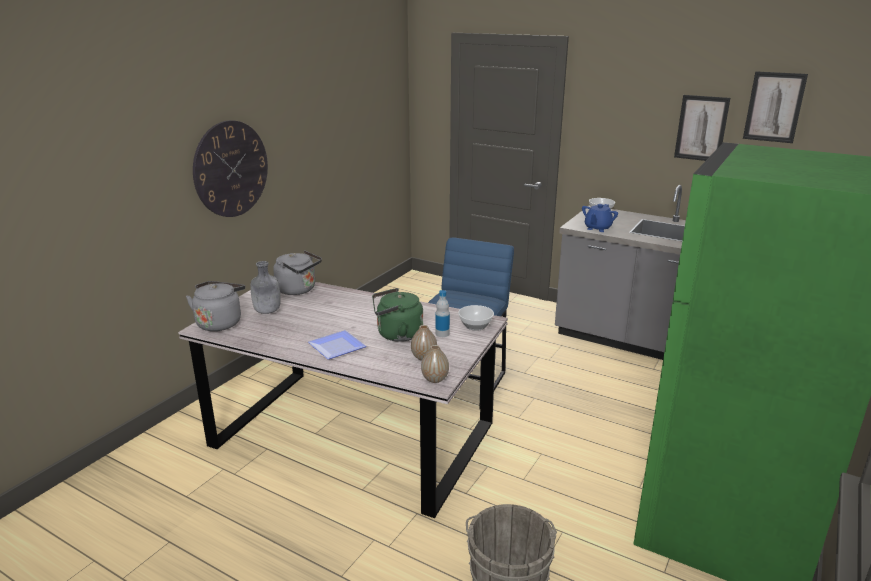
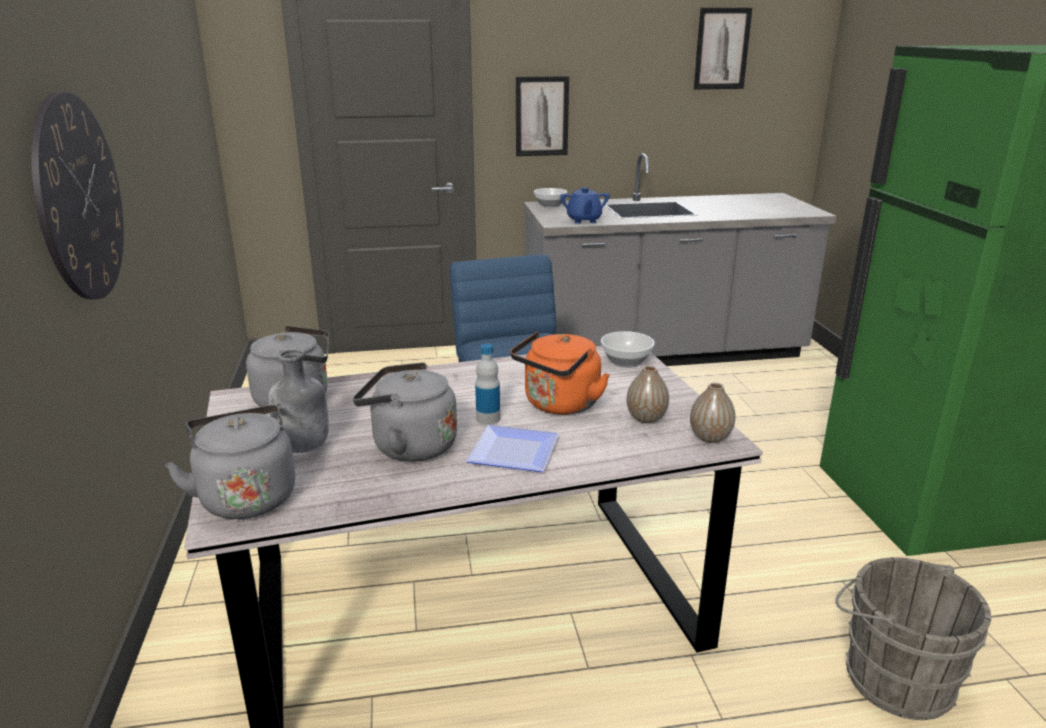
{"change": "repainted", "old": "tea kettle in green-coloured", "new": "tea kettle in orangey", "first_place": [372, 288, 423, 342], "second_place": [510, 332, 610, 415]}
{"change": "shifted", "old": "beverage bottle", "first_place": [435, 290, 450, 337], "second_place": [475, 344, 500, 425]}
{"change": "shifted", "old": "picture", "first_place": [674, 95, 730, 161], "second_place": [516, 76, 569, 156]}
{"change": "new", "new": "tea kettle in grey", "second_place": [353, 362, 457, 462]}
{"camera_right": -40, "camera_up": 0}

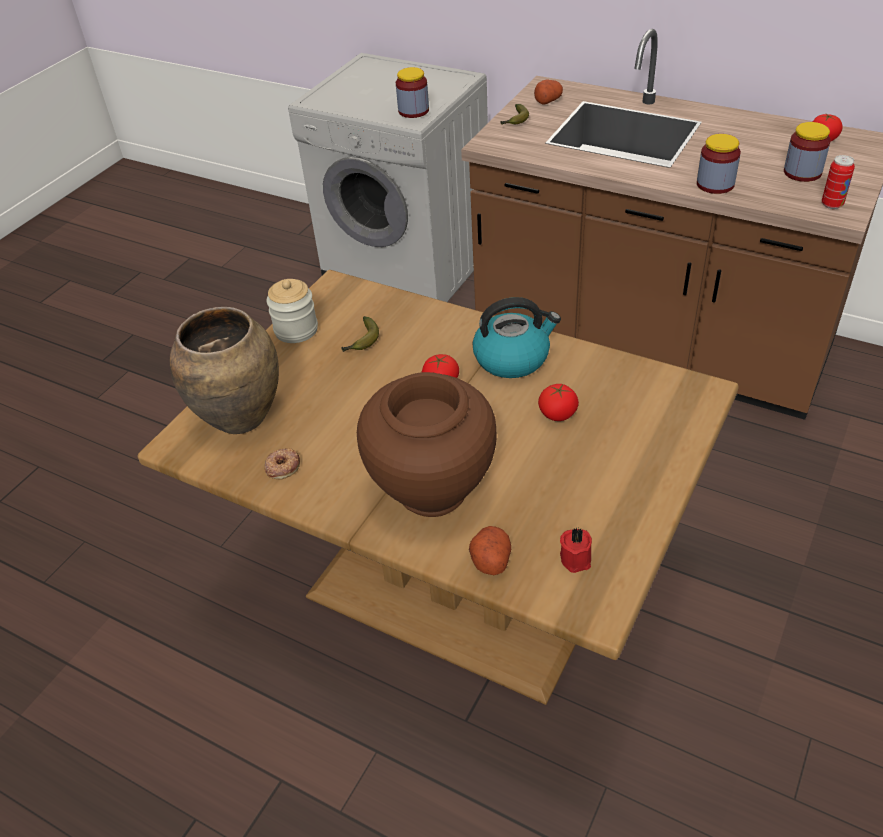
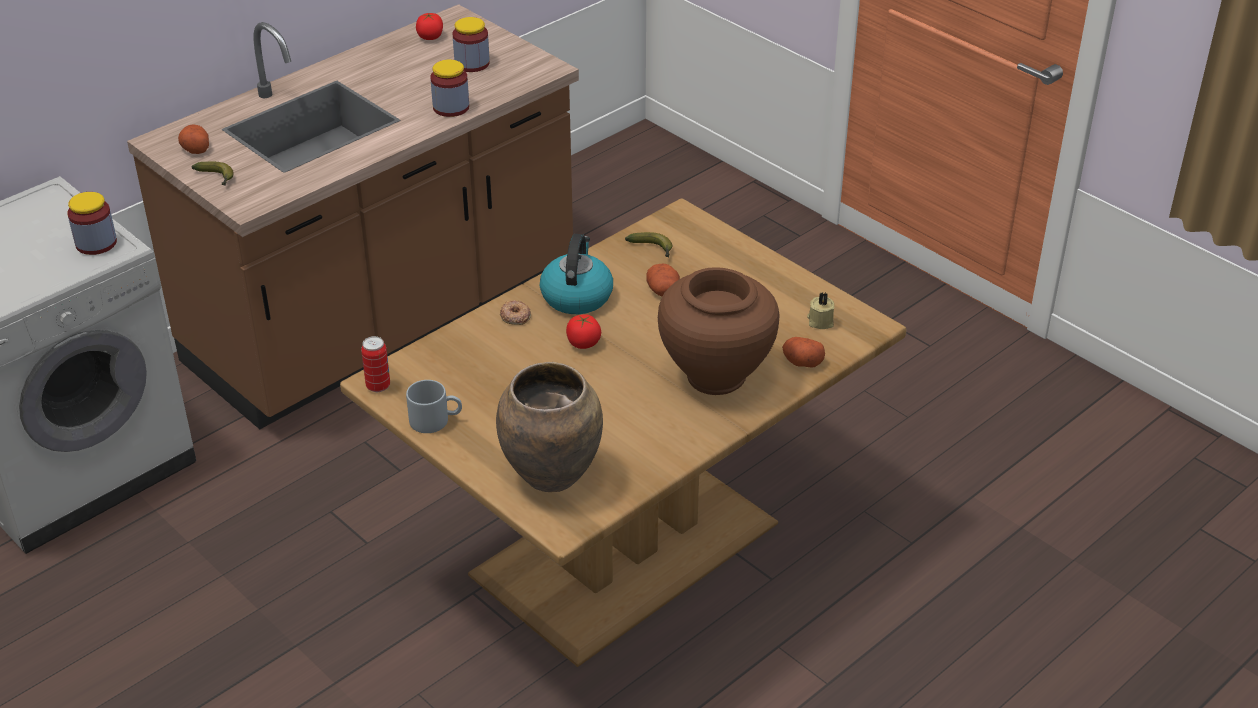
{"change": "shifted", "old": "ring doughnut", "first_place": [264, 448, 300, 479], "second_place": [500, 300, 531, 325]}
{"change": "swapped", "old": "preserve jar", "new": "tea mug in grey", "first_place": [267, 279, 318, 343], "second_place": [406, 380, 462, 433]}
{"change": "shifted", "old": "banana fruit", "first_place": [341, 316, 379, 352], "second_place": [625, 232, 672, 257]}
{"change": "swapped", "old": "tomato", "new": "whole potato", "first_place": [538, 384, 579, 421], "second_place": [646, 264, 680, 296]}
{"change": "repainted", "old": "wax candle in red", "new": "wax candle in sand-coloured", "first_place": [560, 528, 592, 573], "second_place": [807, 293, 834, 329]}
{"change": "shifted", "old": "can", "first_place": [822, 155, 855, 209], "second_place": [361, 336, 390, 392]}
{"camera_right": -75, "camera_up": -5}

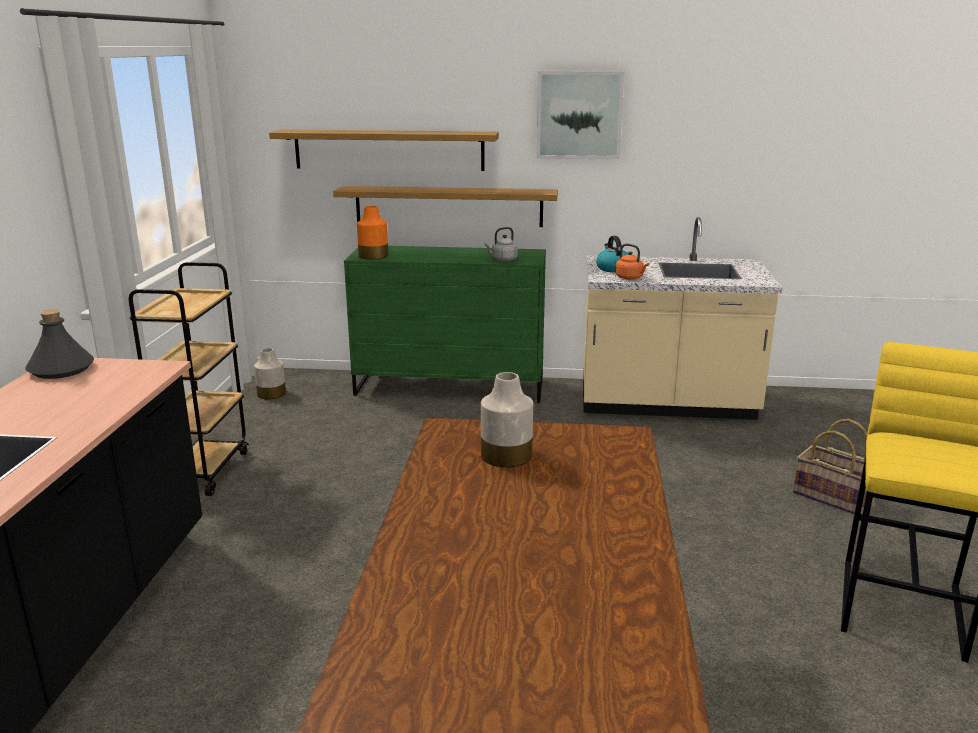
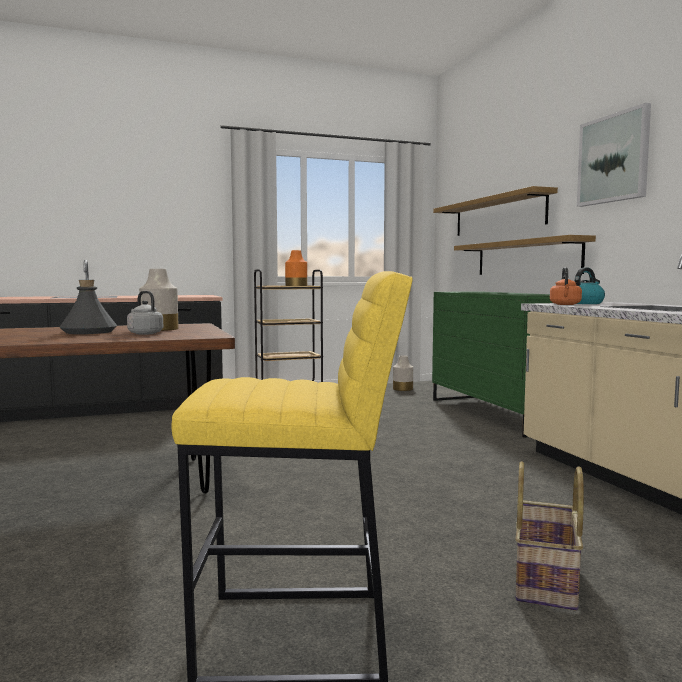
{"change": "shifted", "old": "beverage bottle in grey", "first_place": [25, 310, 94, 379], "second_place": [59, 280, 117, 334]}
{"change": "shifted", "old": "flower vase in orangey", "first_place": [357, 206, 388, 259], "second_place": [285, 250, 307, 286]}
{"change": "shifted", "old": "tea kettle in grey", "first_place": [484, 227, 518, 262], "second_place": [127, 291, 163, 335]}
{"camera_right": 65, "camera_up": -15}

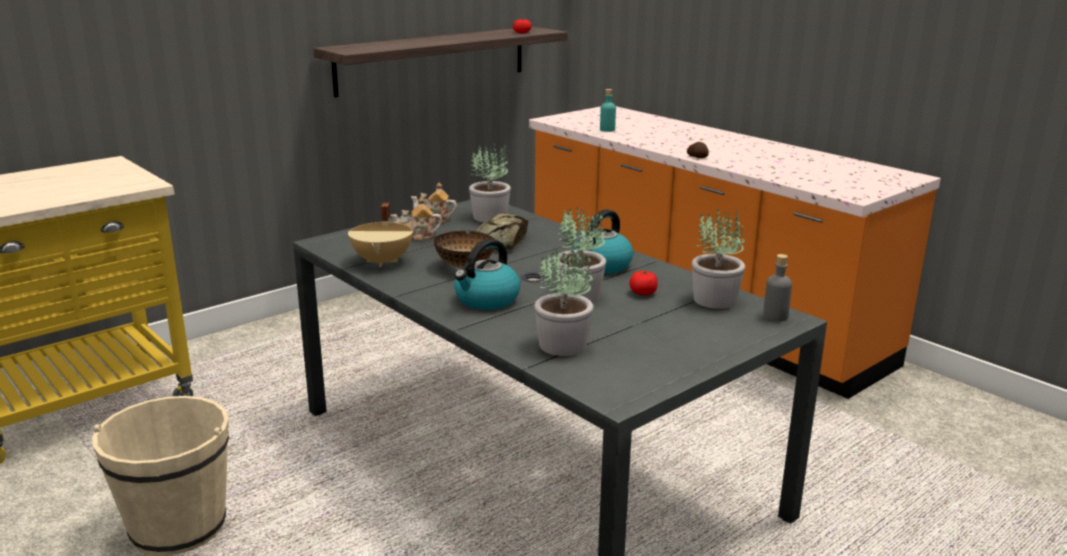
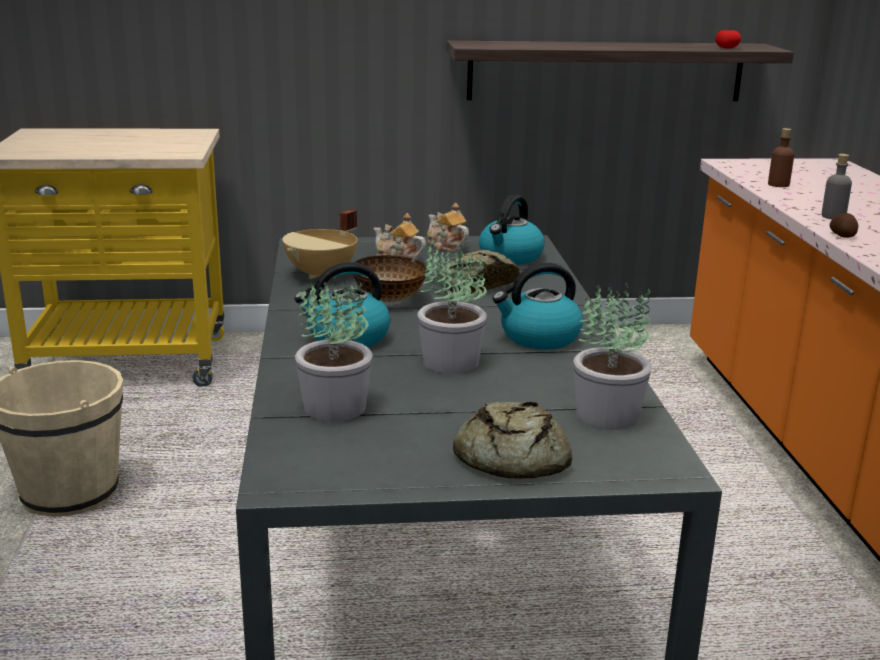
{"change": "swapped", "old": "plant in a pot", "new": "tea kettle", "first_place": [469, 144, 511, 222], "second_place": [479, 195, 545, 265]}
{"change": "repainted", "old": "beverage bottle in turquoise-coloured", "new": "beverage bottle in brown-coloured", "first_place": [600, 89, 616, 132], "second_place": [768, 128, 794, 187]}
{"change": "gone", "old": "tomato", "first_place": [629, 271, 658, 295]}
{"change": "shifted", "old": "beverage bottle in grey", "first_place": [763, 254, 792, 322], "second_place": [821, 154, 852, 219]}
{"change": "new", "new": "bread", "second_place": [453, 401, 572, 478]}
{"camera_right": 35, "camera_up": 0}

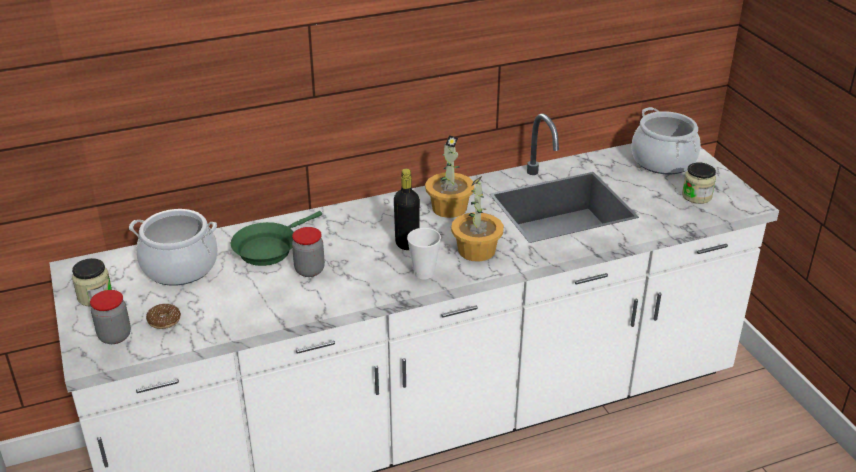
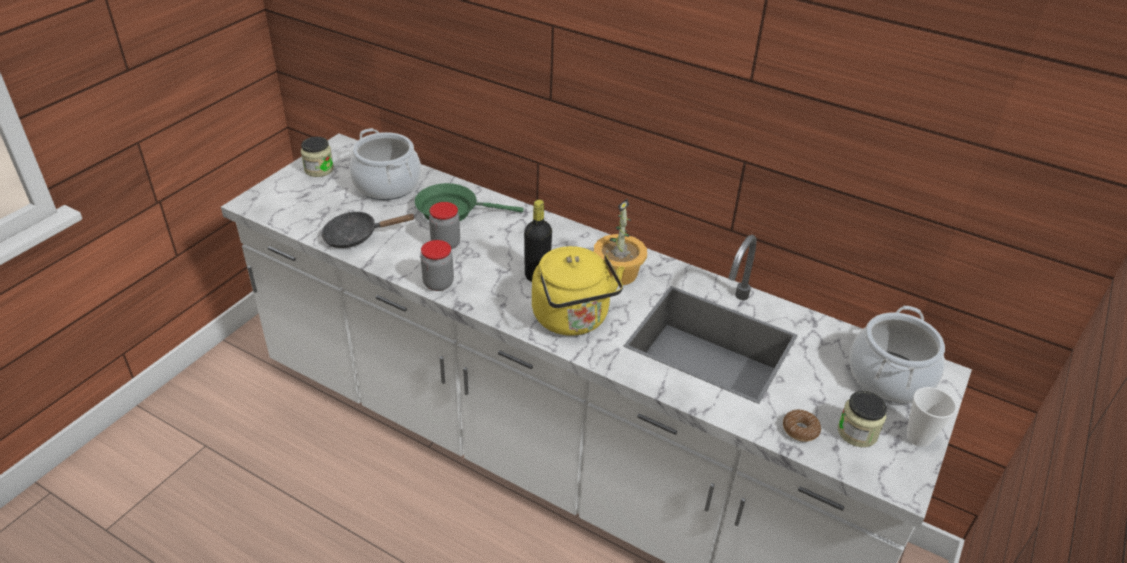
{"change": "shifted", "old": "preserve jar", "first_place": [90, 290, 131, 344], "second_place": [421, 240, 454, 291]}
{"change": "shifted", "old": "ring doughnut", "first_place": [146, 304, 181, 329], "second_place": [783, 410, 821, 442]}
{"change": "shifted", "old": "cup", "first_place": [407, 228, 441, 279], "second_place": [907, 387, 956, 447]}
{"change": "swapped", "old": "plant in a pot", "new": "tea kettle in yellowish", "first_place": [451, 176, 504, 262], "second_place": [532, 246, 625, 336]}
{"change": "new", "new": "frying pan in black", "second_place": [321, 212, 416, 248]}
{"camera_right": 50, "camera_up": 5}

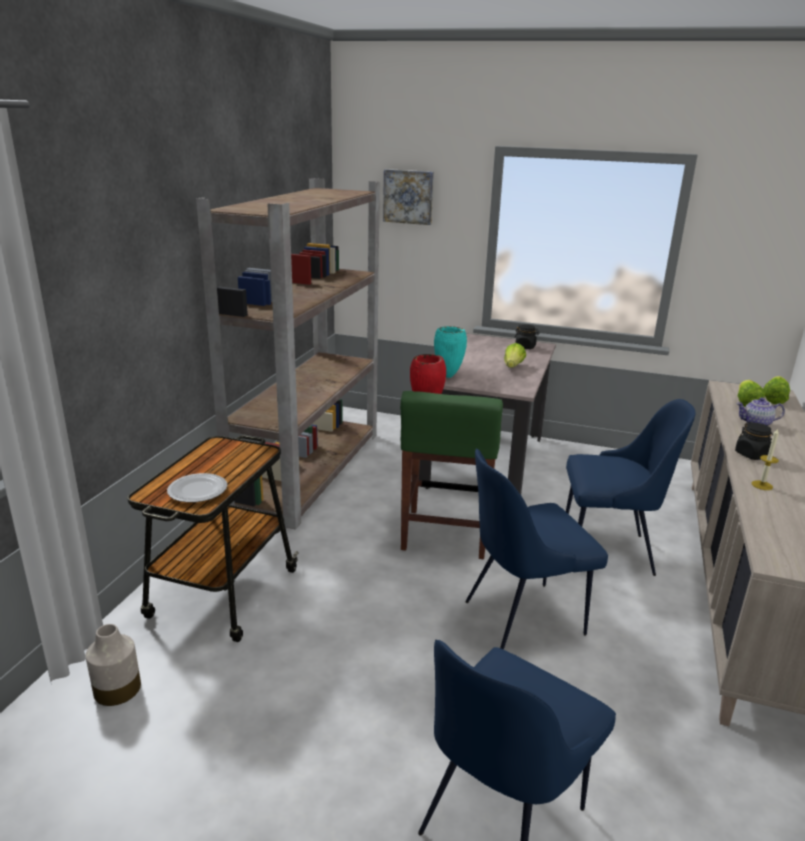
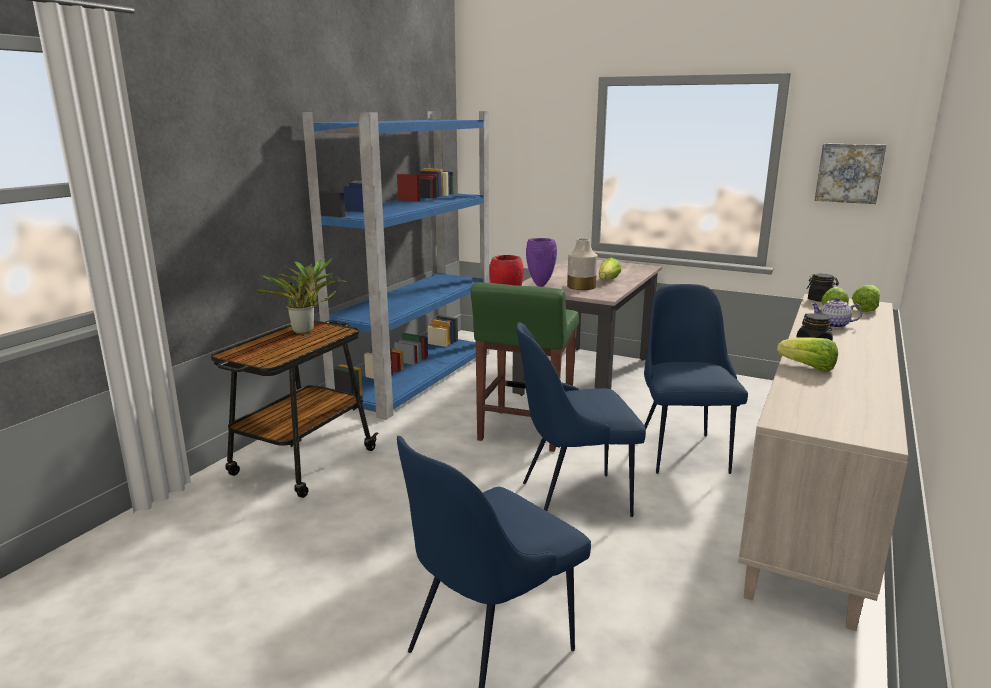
{"change": "shifted", "old": "flower vase in sand-coloured", "first_place": [86, 624, 141, 706], "second_place": [567, 238, 597, 290]}
{"change": "gone", "old": "flat dish", "first_place": [167, 473, 227, 502]}
{"change": "repainted", "old": "bookcase in brown-coloured", "new": "bookcase in blue-coloured", "first_place": [196, 178, 380, 530], "second_place": [302, 111, 489, 420]}
{"change": "shifted", "old": "picture", "first_place": [383, 169, 434, 225], "second_place": [815, 143, 886, 204]}
{"change": "repainted", "old": "flower vase in turquoise-coloured", "new": "flower vase in purple-coloured", "first_place": [434, 326, 467, 378], "second_place": [526, 238, 557, 286]}
{"change": "shifted", "old": "preserve jar in black", "first_place": [514, 324, 539, 349], "second_place": [807, 274, 839, 302]}
{"change": "rotated", "old": "upright chair in blue-coloured", "first_place": [566, 399, 696, 576], "second_place": [644, 284, 748, 474], "degrees": -105}
{"change": "swapped", "old": "wax candle", "new": "lettuce head", "first_place": [752, 428, 779, 490], "second_place": [777, 337, 838, 372]}
{"change": "new", "new": "plant in a pot", "second_place": [257, 257, 351, 334]}
{"camera_right": 10, "camera_up": -5}

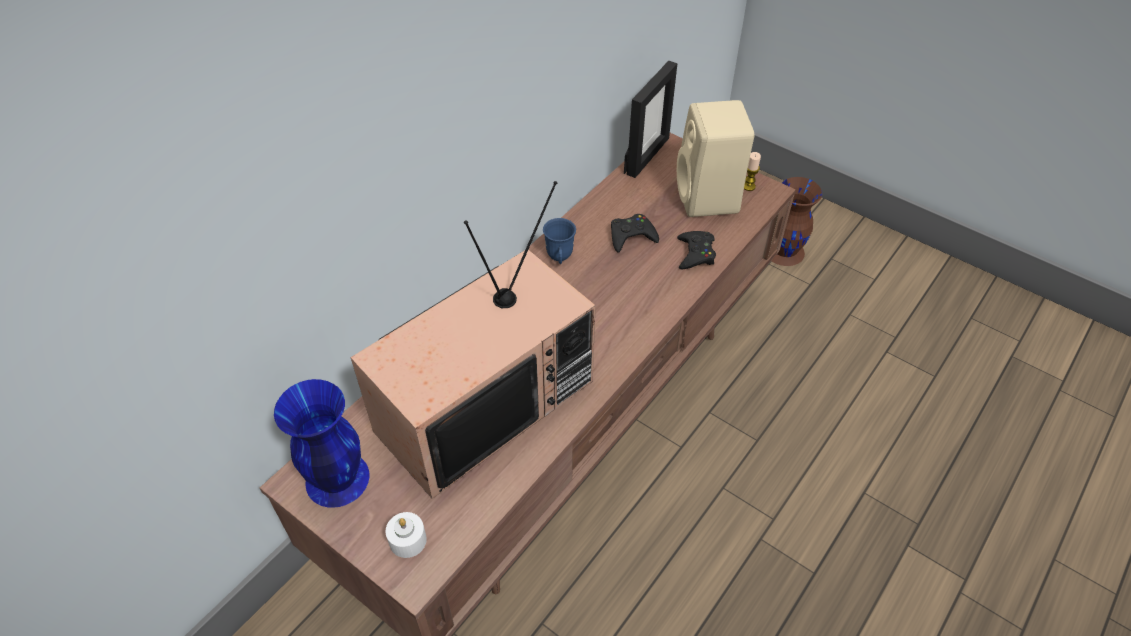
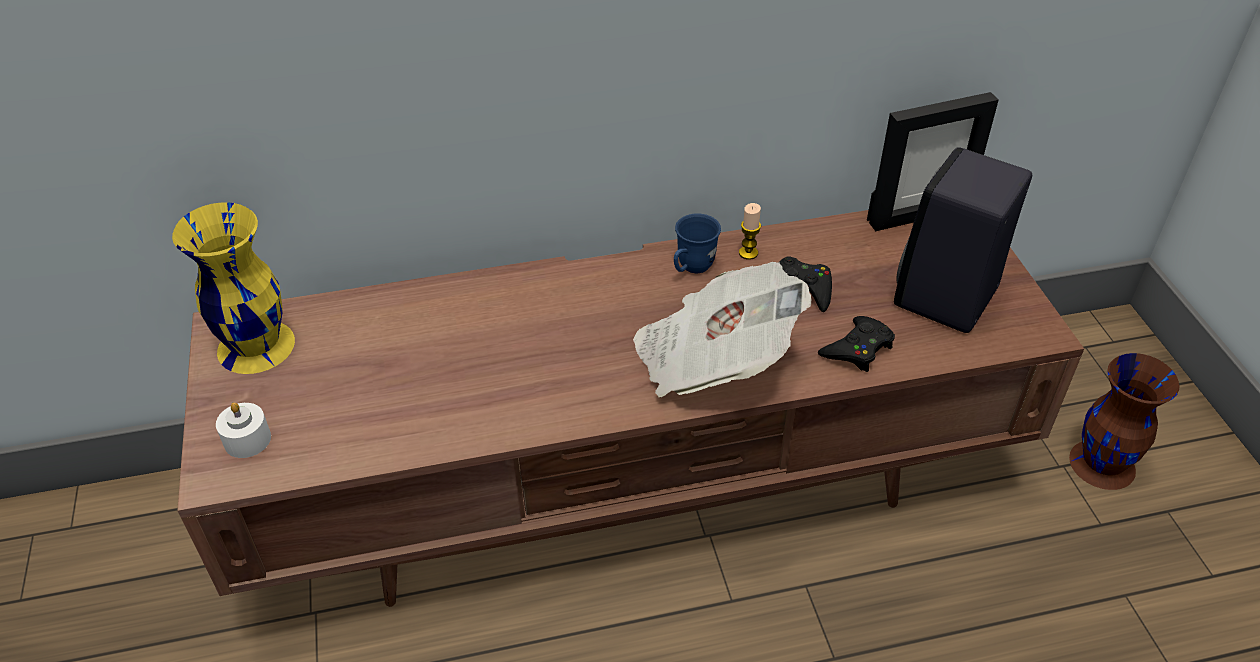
{"change": "repainted", "old": "flower vase in blue-coloured", "new": "flower vase in yellowish", "first_place": [274, 379, 369, 508], "second_place": [172, 202, 295, 374]}
{"change": "gone", "old": "TV set", "first_place": [350, 181, 596, 499]}
{"change": "repainted", "old": "speaker in sand-coloured", "new": "speaker in black", "first_place": [677, 100, 755, 217], "second_place": [894, 147, 1032, 333]}
{"change": "shifted", "old": "wax candle", "first_place": [744, 152, 761, 191], "second_place": [739, 203, 761, 260]}
{"change": "new", "new": "newspaper", "second_place": [633, 262, 811, 397]}
{"camera_right": 40, "camera_up": -5}

